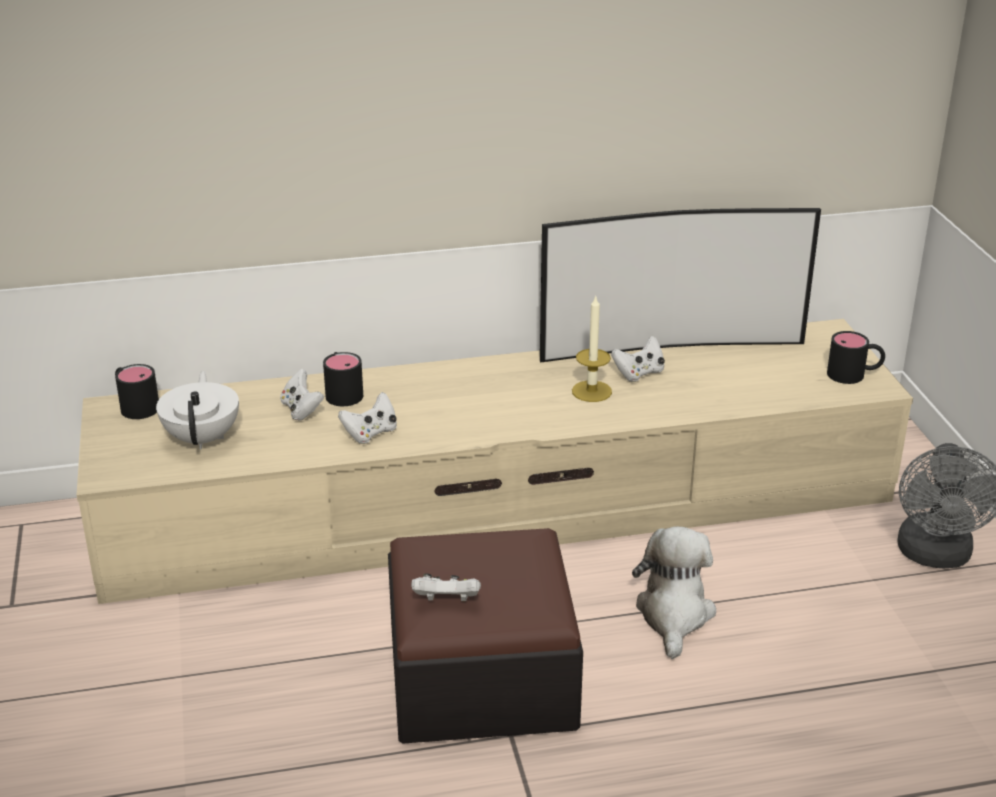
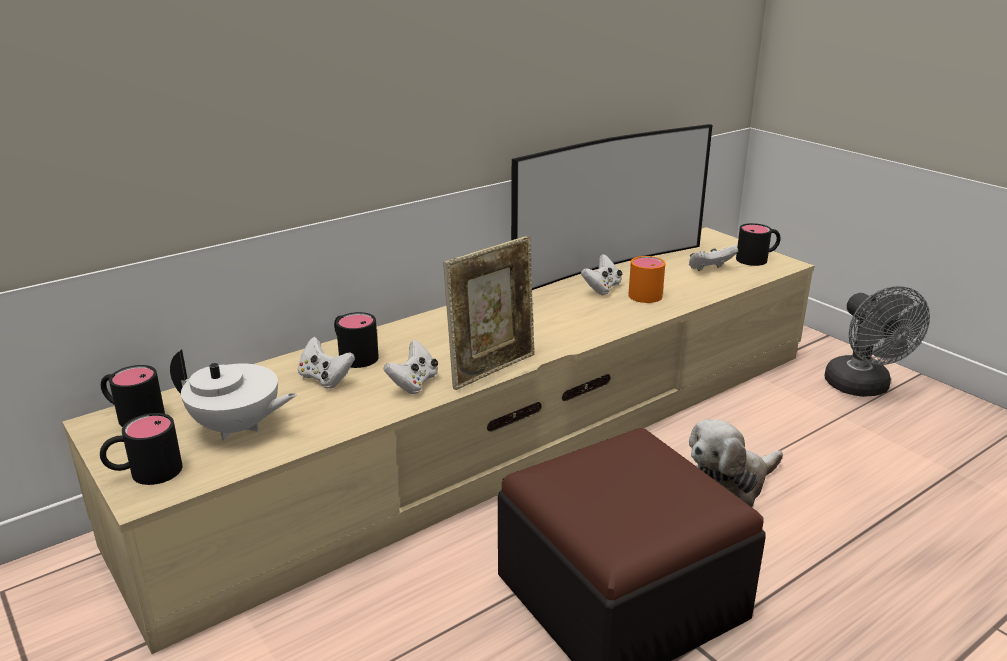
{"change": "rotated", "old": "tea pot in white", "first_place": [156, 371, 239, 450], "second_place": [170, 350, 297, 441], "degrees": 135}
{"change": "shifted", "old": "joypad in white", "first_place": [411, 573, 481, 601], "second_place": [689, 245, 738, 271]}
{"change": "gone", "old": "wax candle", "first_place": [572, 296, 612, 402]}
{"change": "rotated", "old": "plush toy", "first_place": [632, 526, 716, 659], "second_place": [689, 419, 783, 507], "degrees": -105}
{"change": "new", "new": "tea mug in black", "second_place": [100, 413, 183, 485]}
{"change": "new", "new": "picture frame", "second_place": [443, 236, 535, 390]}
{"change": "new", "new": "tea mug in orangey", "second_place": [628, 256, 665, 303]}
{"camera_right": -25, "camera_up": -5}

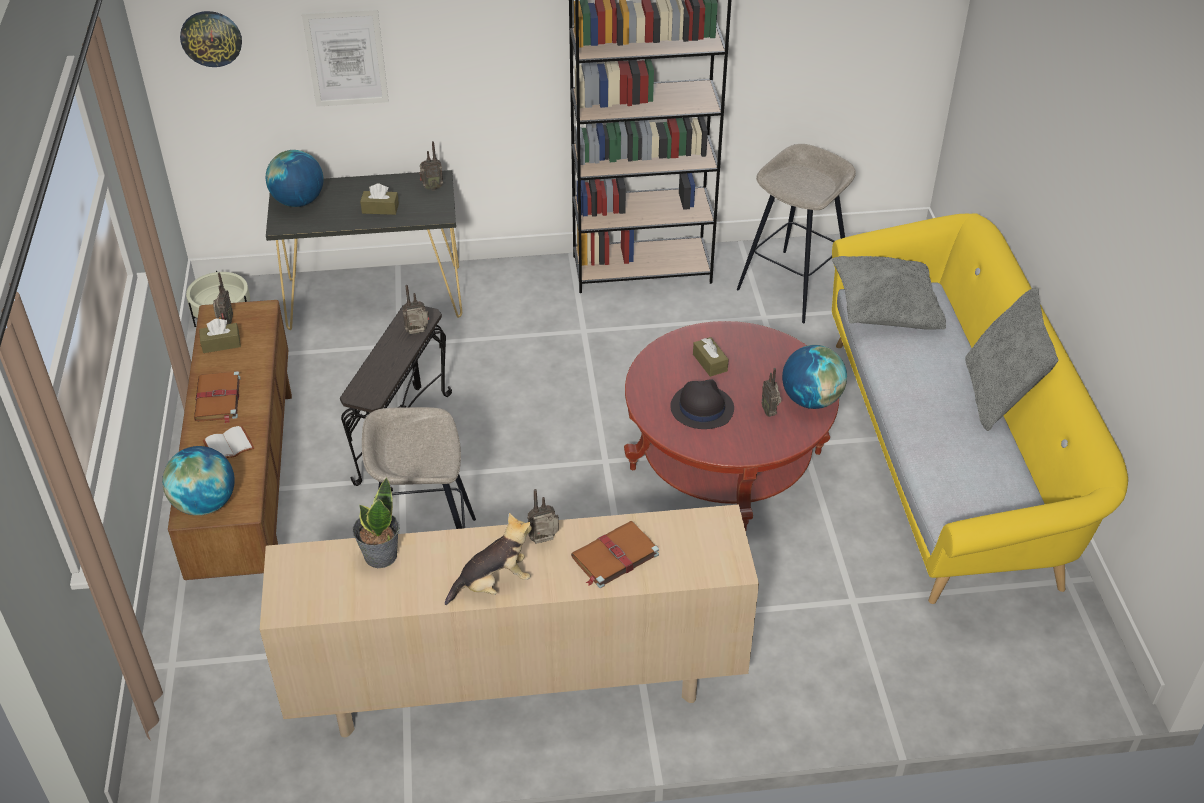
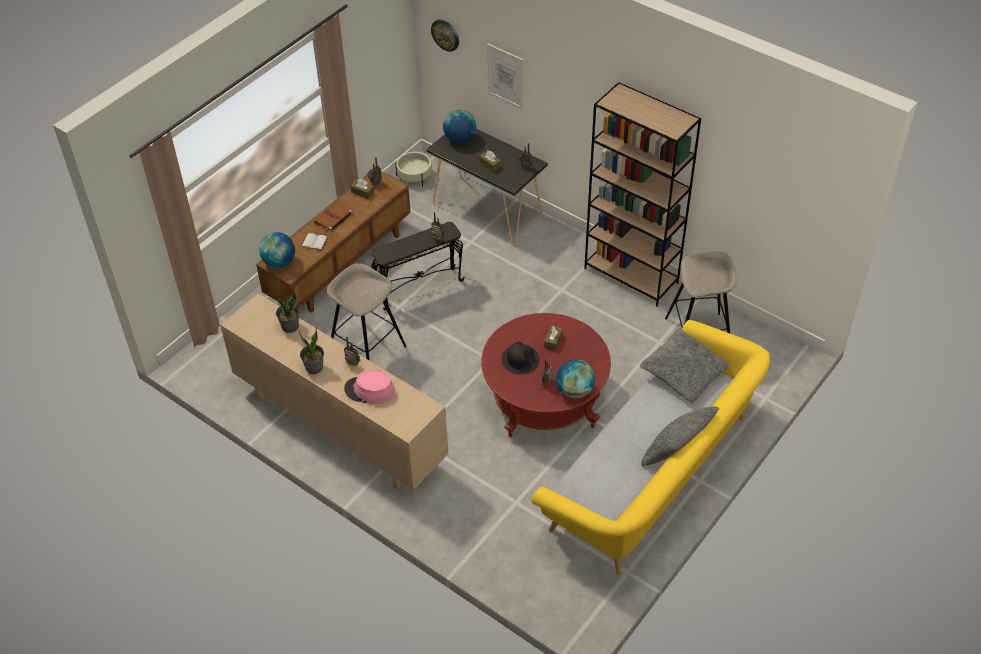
{"change": "swapped", "old": "plush toy", "new": "plant in a pot", "first_place": [445, 513, 532, 605], "second_place": [299, 328, 324, 374]}
{"change": "swapped", "old": "book in brown-coloured", "new": "clothing hat in pink-coloured", "first_place": [571, 521, 659, 588], "second_place": [344, 370, 395, 404]}
{"camera_right": 45, "camera_up": 5}

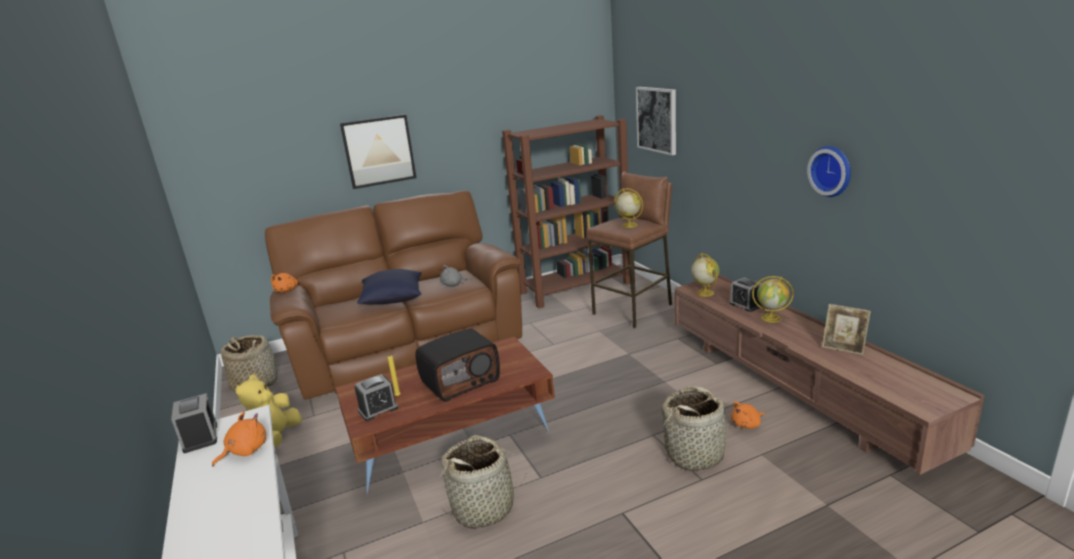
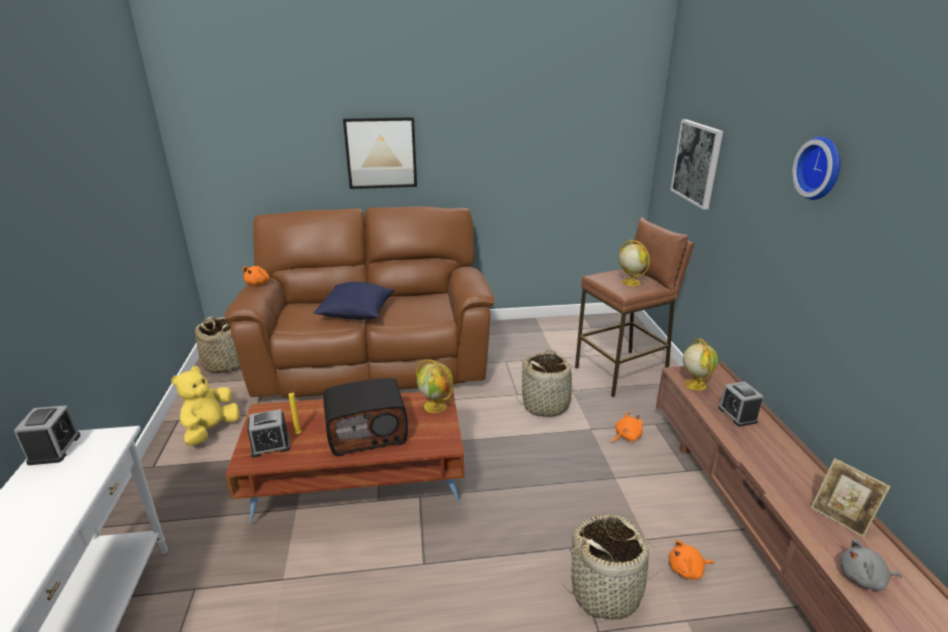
{"change": "shifted", "old": "plush toy in orangey", "first_place": [212, 412, 266, 467], "second_place": [612, 411, 643, 443]}
{"change": "shifted", "old": "plush toy in grey", "first_place": [439, 265, 472, 286], "second_place": [840, 539, 902, 591]}
{"change": "shifted", "old": "basket", "first_place": [439, 435, 526, 529], "second_place": [516, 350, 583, 417]}
{"change": "gone", "old": "bookcase in brown-coloured", "first_place": [502, 115, 631, 308]}
{"change": "shifted", "old": "desk globe", "first_place": [752, 276, 794, 323], "second_place": [416, 359, 453, 413]}
{"change": "shifted", "old": "wall clock", "first_place": [807, 146, 851, 197], "second_place": [792, 136, 841, 200]}
{"camera_right": 15, "camera_up": 5}

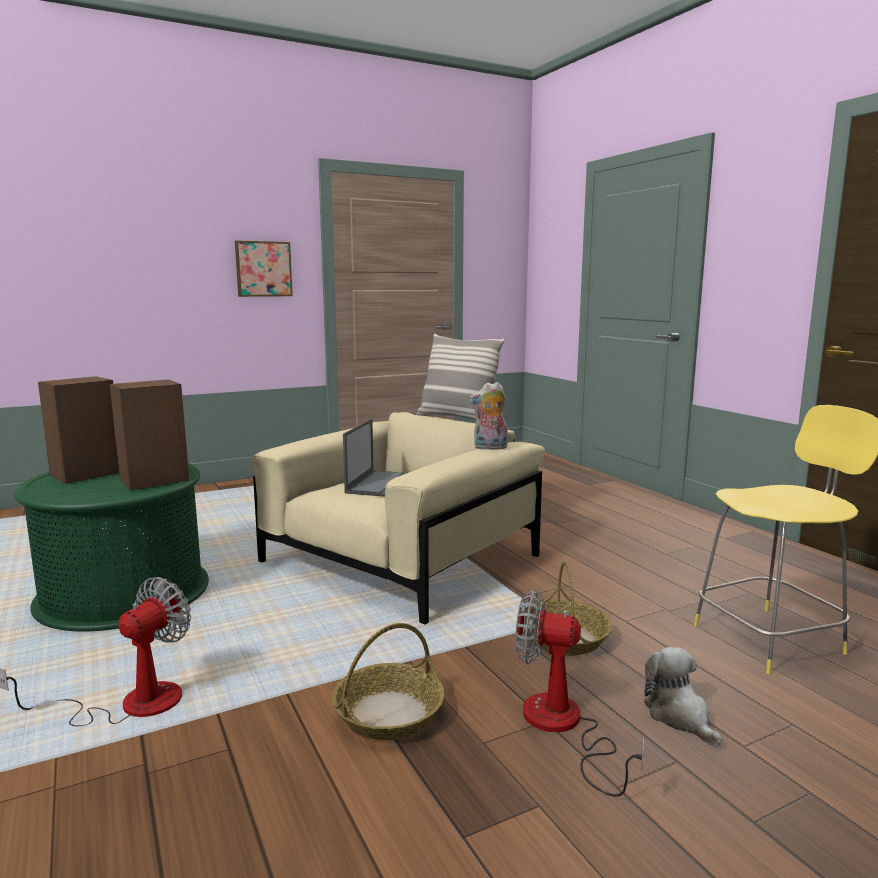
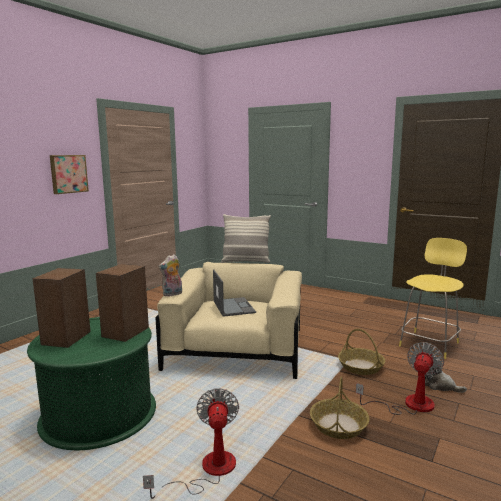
{"change": "shifted", "old": "plush toy", "first_place": [469, 382, 508, 450], "second_place": [158, 254, 182, 296]}
{"change": "rotated", "old": "electric fan", "first_place": [515, 590, 644, 797], "second_place": [356, 342, 444, 415], "degrees": 135}
{"camera_right": -30, "camera_up": 0}

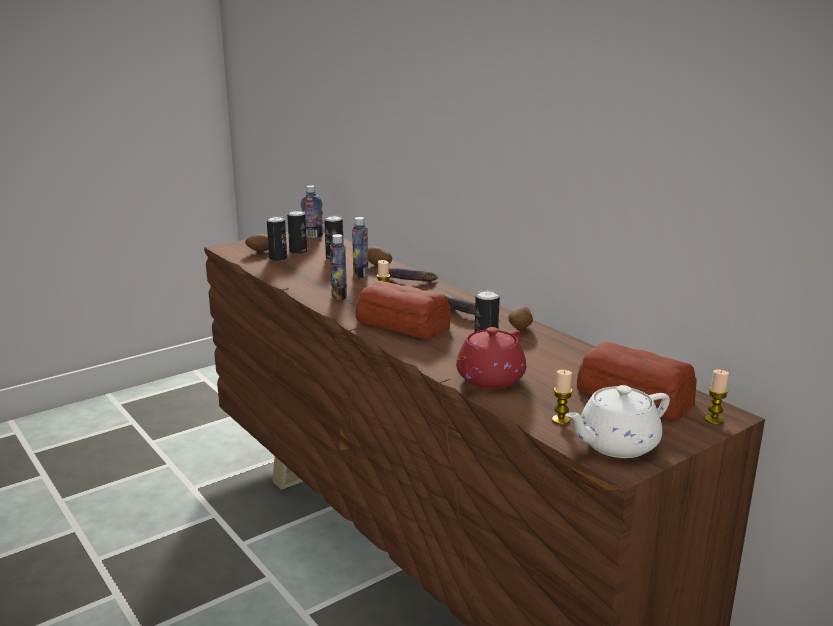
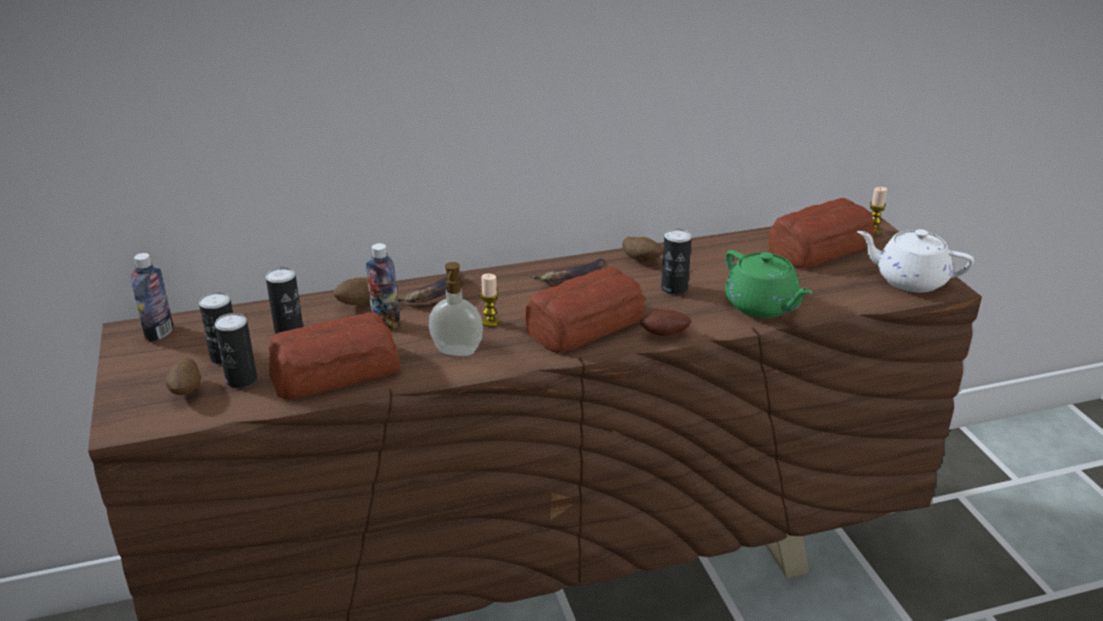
{"change": "swapped", "old": "beverage bottle", "new": "soap dispenser", "first_place": [330, 234, 347, 300], "second_place": [429, 262, 483, 356]}
{"change": "repainted", "old": "tea pot in red", "new": "tea pot in green-coloured", "first_place": [456, 327, 526, 389], "second_place": [725, 250, 812, 318]}
{"change": "gone", "old": "wax candle", "first_place": [552, 370, 573, 425]}
{"change": "rotated", "old": "tea pot in white", "first_place": [566, 385, 670, 458], "second_place": [857, 229, 974, 292], "degrees": 120}
{"change": "new", "new": "bread", "second_place": [269, 312, 401, 400]}
{"change": "new", "new": "whole potato", "second_place": [641, 309, 691, 336]}
{"camera_right": -70, "camera_up": 10}

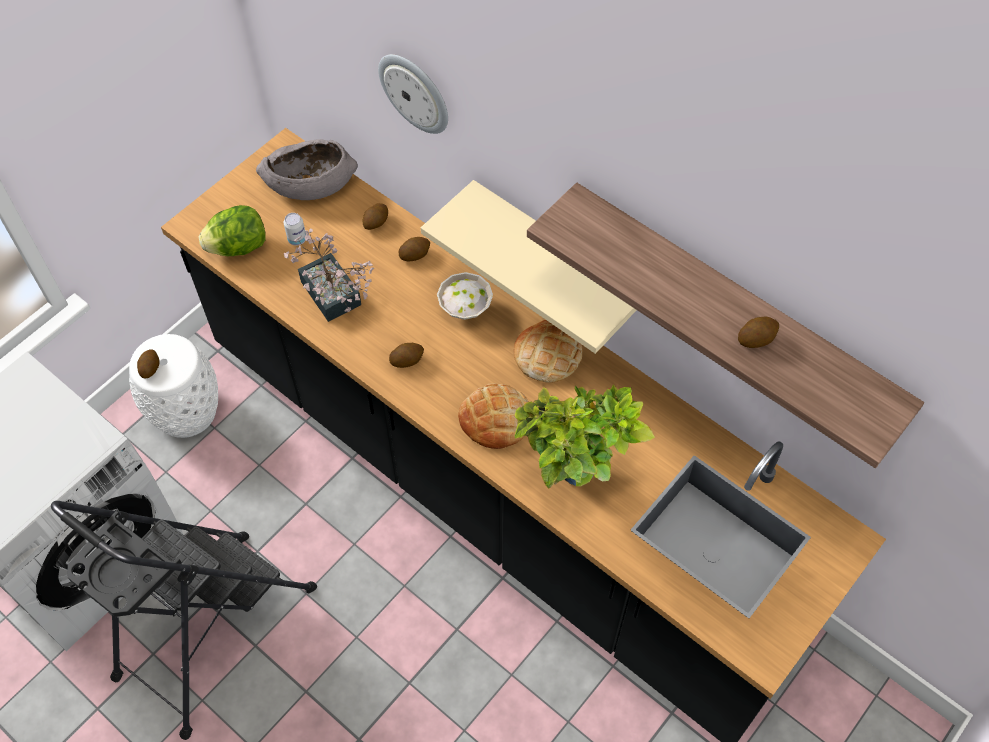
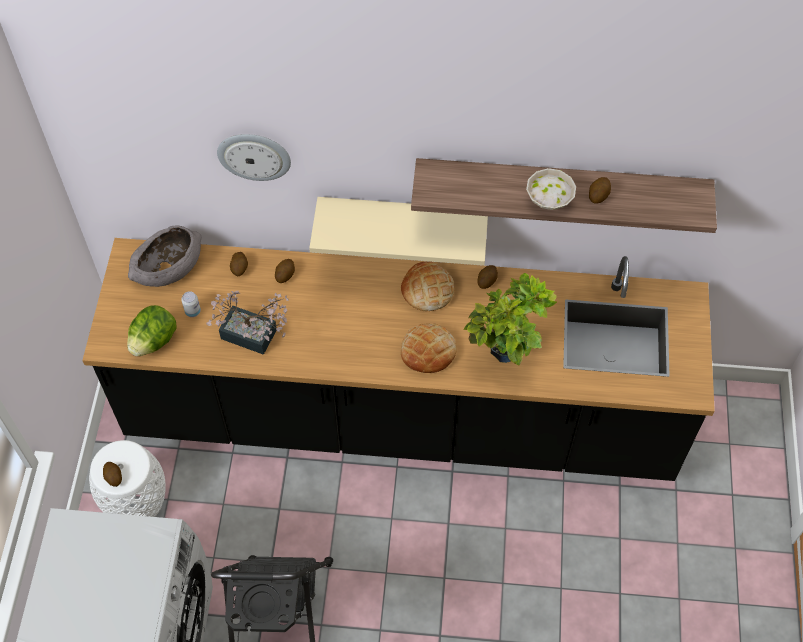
{"change": "shifted", "old": "whole potato", "first_place": [389, 343, 424, 368], "second_place": [477, 265, 498, 289]}
{"change": "shifted", "old": "serving bowl in white", "first_place": [437, 272, 493, 320], "second_place": [526, 168, 576, 210]}
{"camera_right": -35, "camera_up": 0}

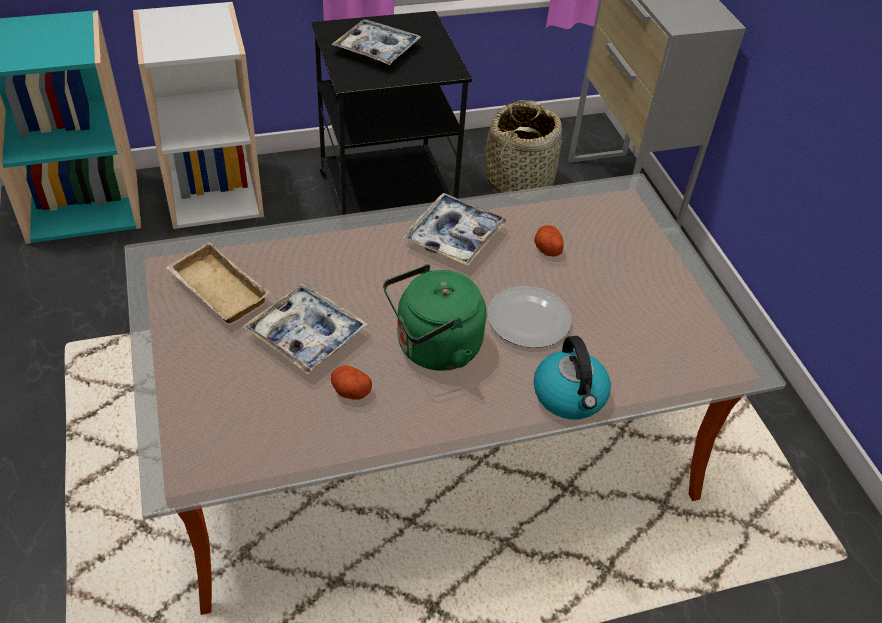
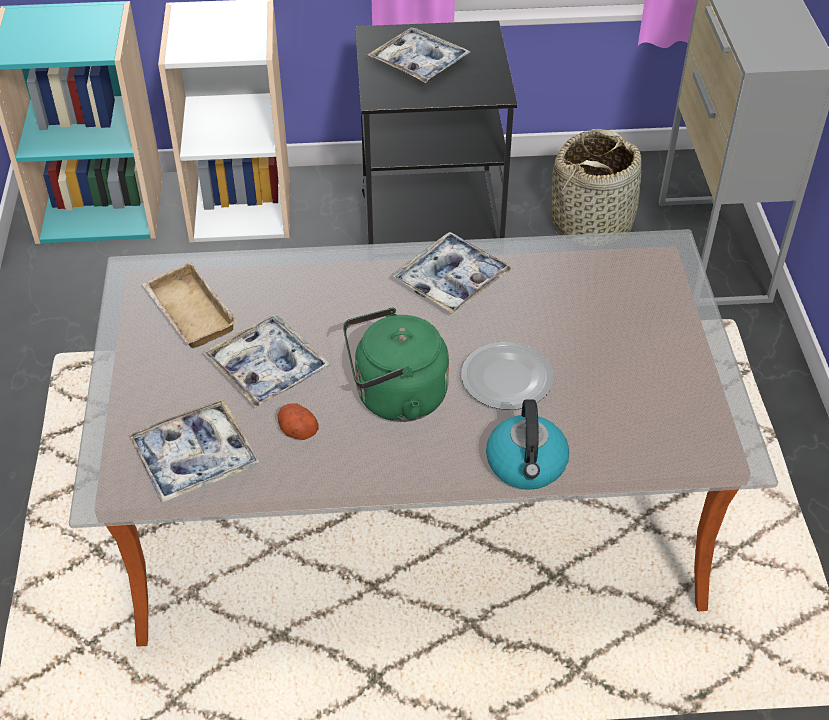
{"change": "gone", "old": "whole potato", "first_place": [534, 225, 564, 257]}
{"change": "new", "new": "tray", "second_place": [129, 399, 259, 503]}
{"camera_right": 15, "camera_up": 0}

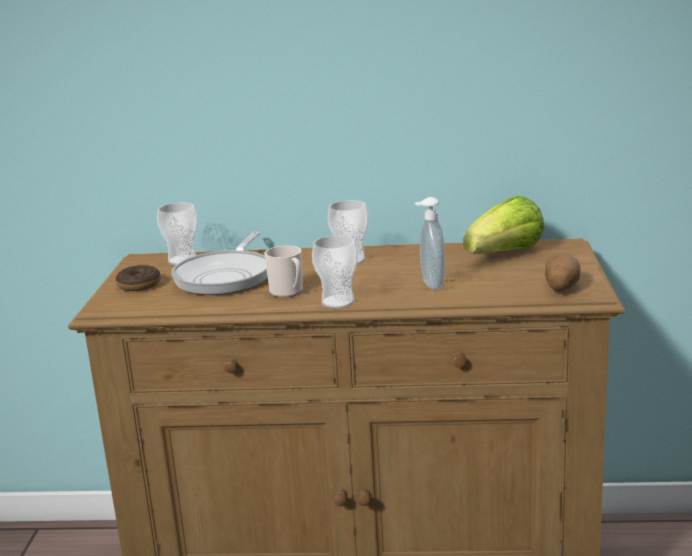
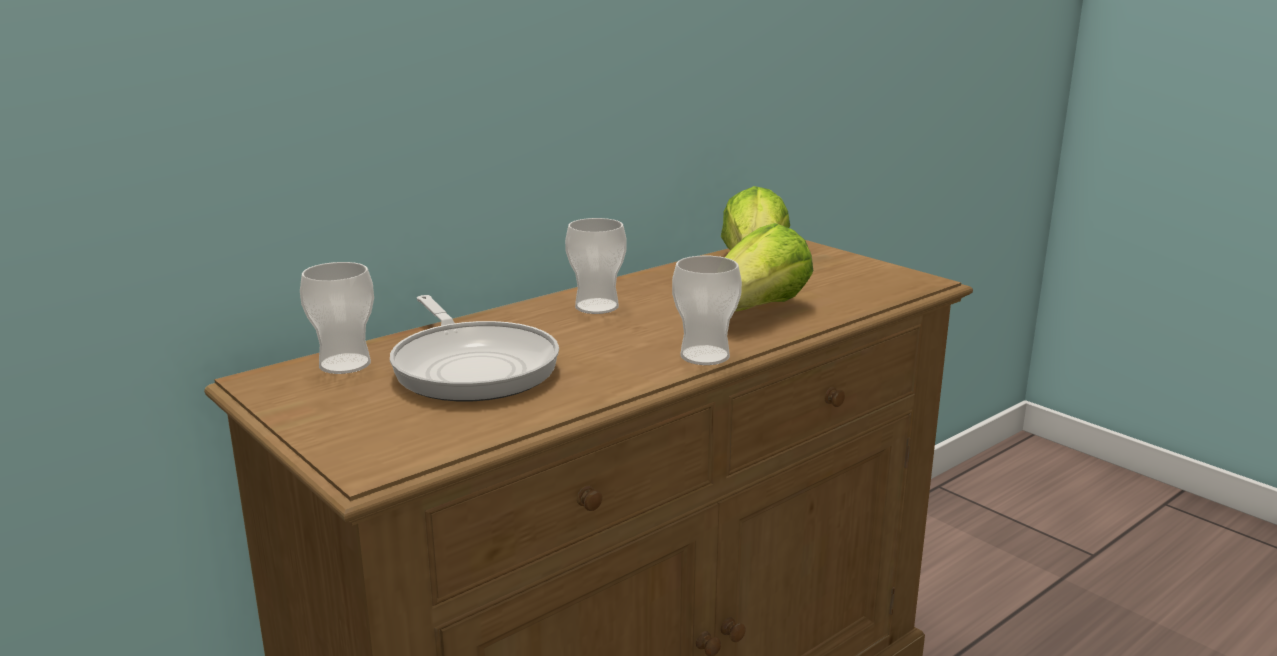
{"change": "gone", "old": "ring doughnut", "first_place": [116, 265, 161, 291]}
{"change": "gone", "old": "tea mug", "first_place": [264, 246, 303, 298]}
{"change": "swapped", "old": "soap dispenser", "new": "lettuce head", "first_place": [415, 197, 445, 290], "second_place": [725, 223, 813, 311]}
{"change": "gone", "old": "whole potato", "first_place": [545, 254, 581, 291]}
{"camera_right": -45, "camera_up": 0}

